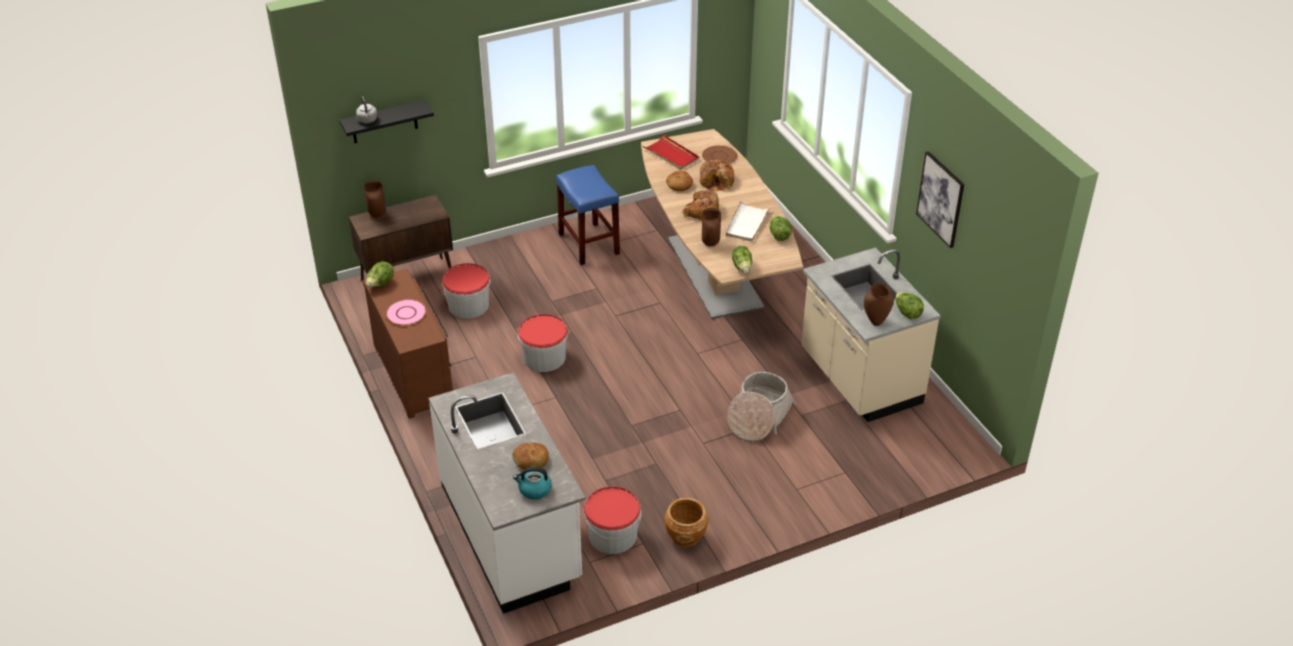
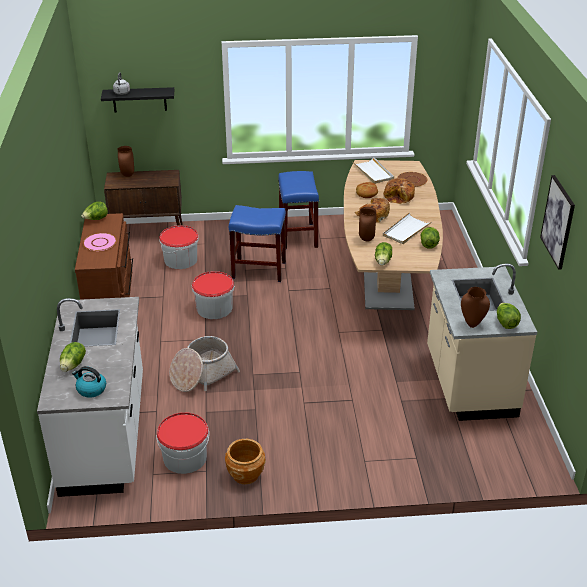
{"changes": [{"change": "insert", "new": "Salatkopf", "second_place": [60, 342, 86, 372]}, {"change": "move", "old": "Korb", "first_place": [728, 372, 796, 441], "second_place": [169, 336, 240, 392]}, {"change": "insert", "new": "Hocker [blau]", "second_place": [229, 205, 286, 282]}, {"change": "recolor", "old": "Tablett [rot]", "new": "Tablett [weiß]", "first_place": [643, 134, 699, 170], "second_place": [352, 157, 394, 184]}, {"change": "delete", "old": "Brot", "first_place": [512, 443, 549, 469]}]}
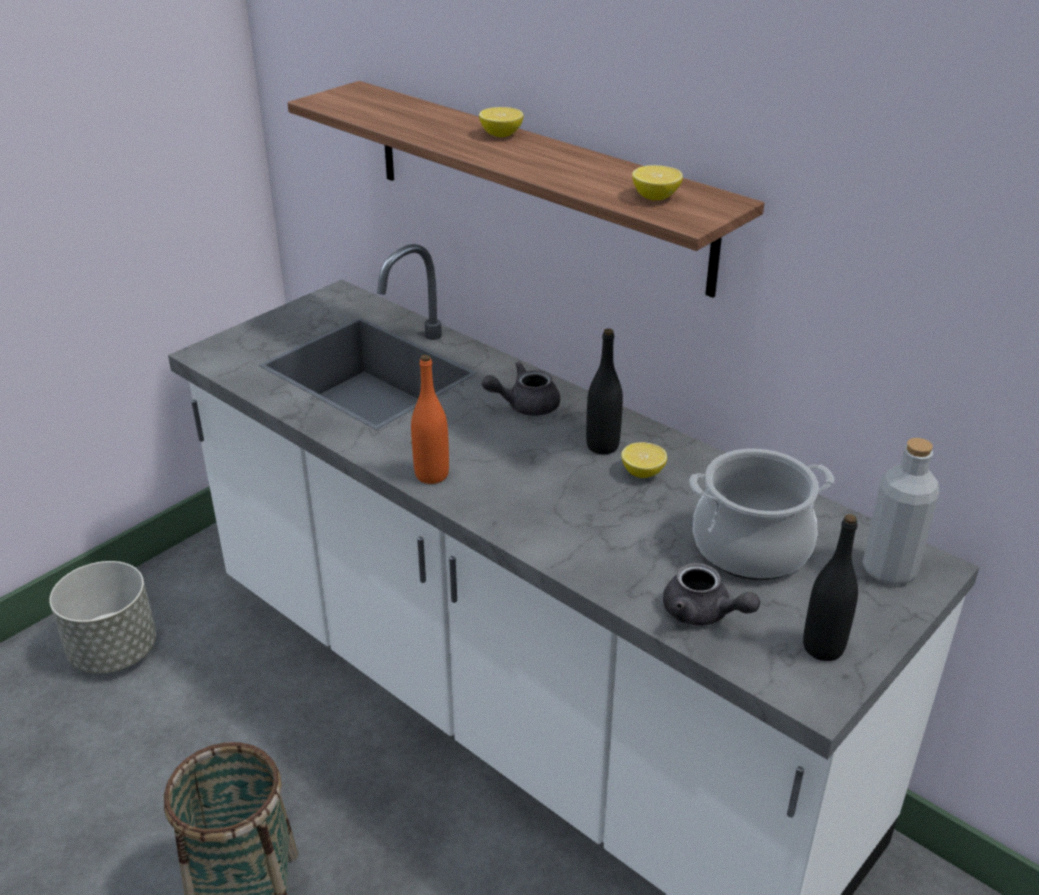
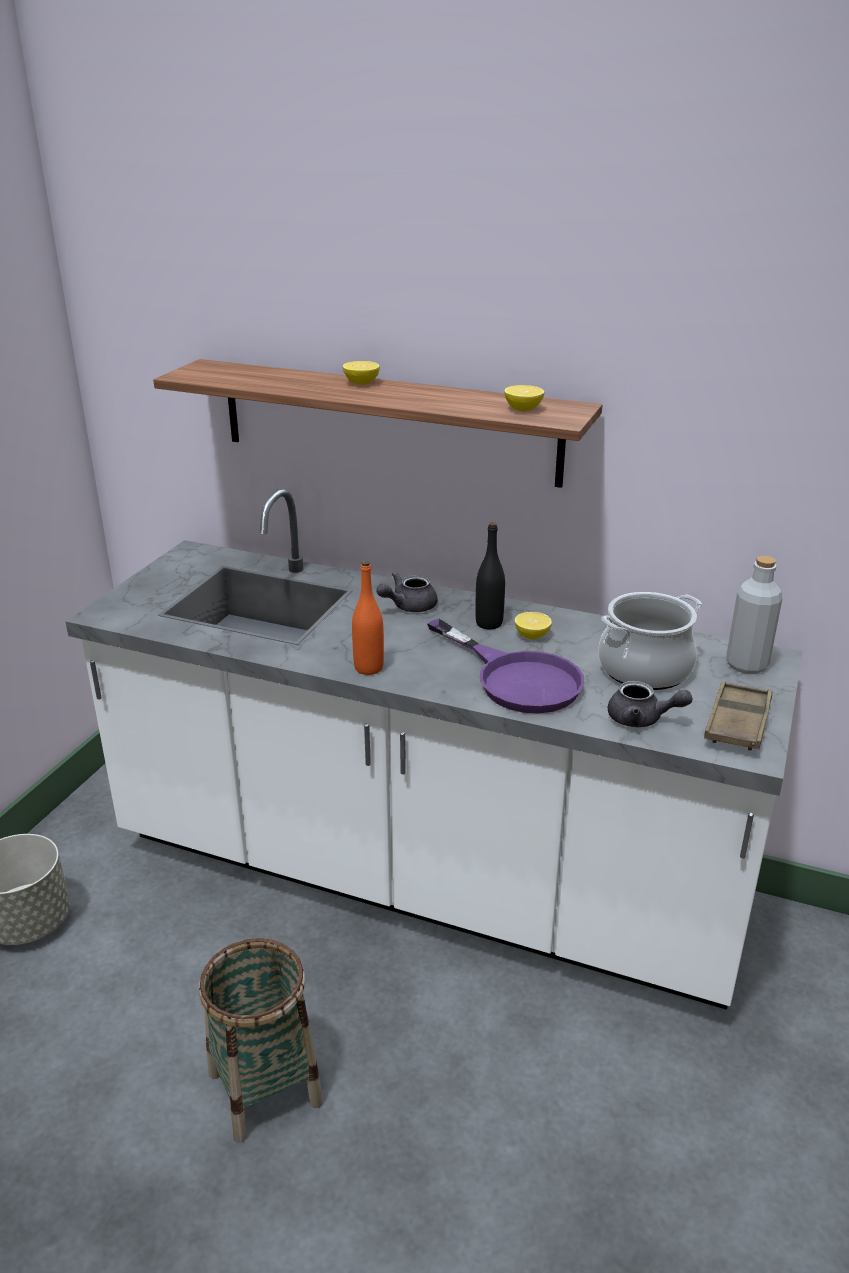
{"changes": [{"change": "insert", "new": "Pfanne [lila]", "second_place": [427, 619, 584, 714]}, {"change": "replace", "old": "Flasche [schwarz]", "new": "Tablett [braun]", "first_place": [803, 514, 858, 661], "second_place": [704, 681, 772, 751]}]}
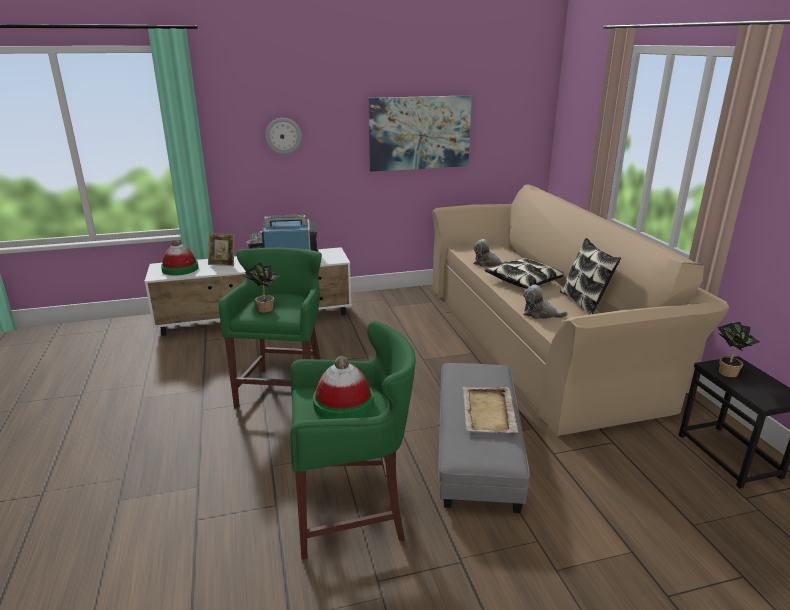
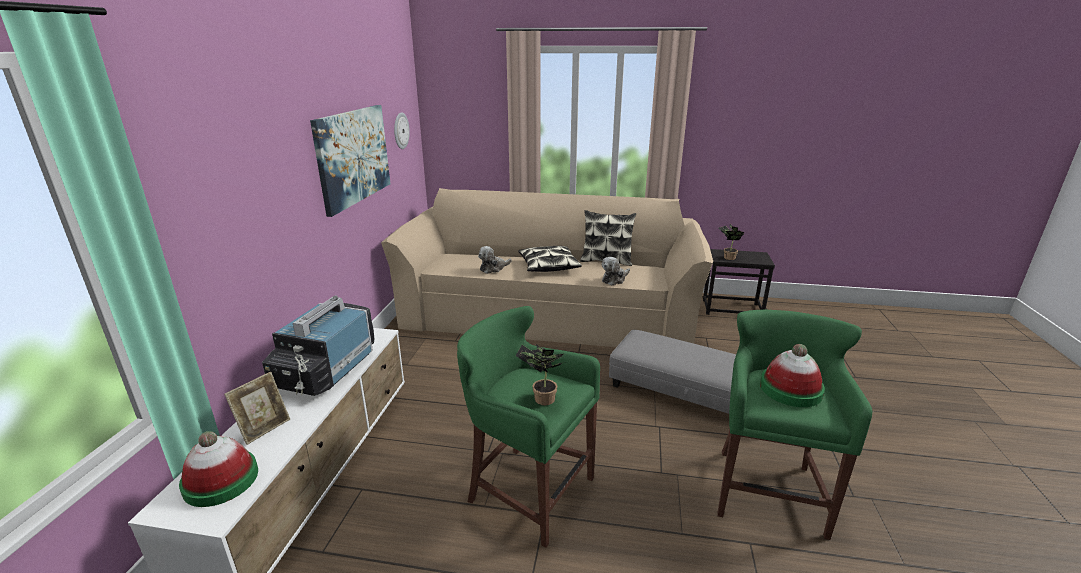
{"changes": [{"change": "move", "old": "Wanduhr", "first_place": [265, 118, 302, 155], "second_place": [394, 112, 410, 149]}, {"change": "delete", "old": "Tablett [beige]", "first_place": [462, 387, 518, 433]}]}
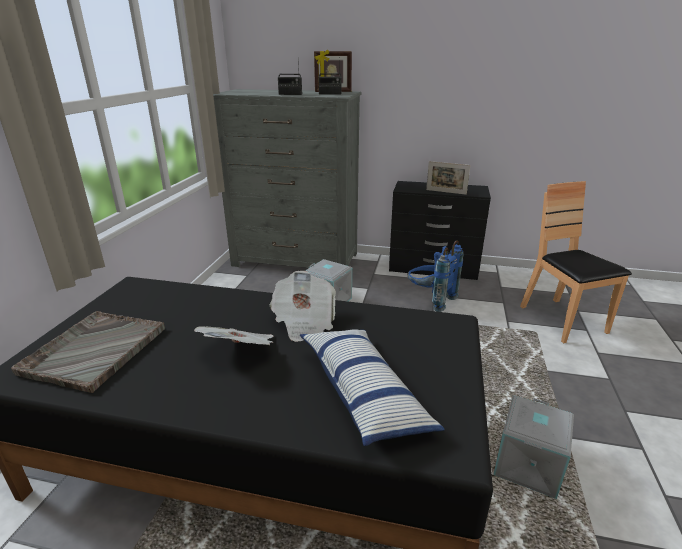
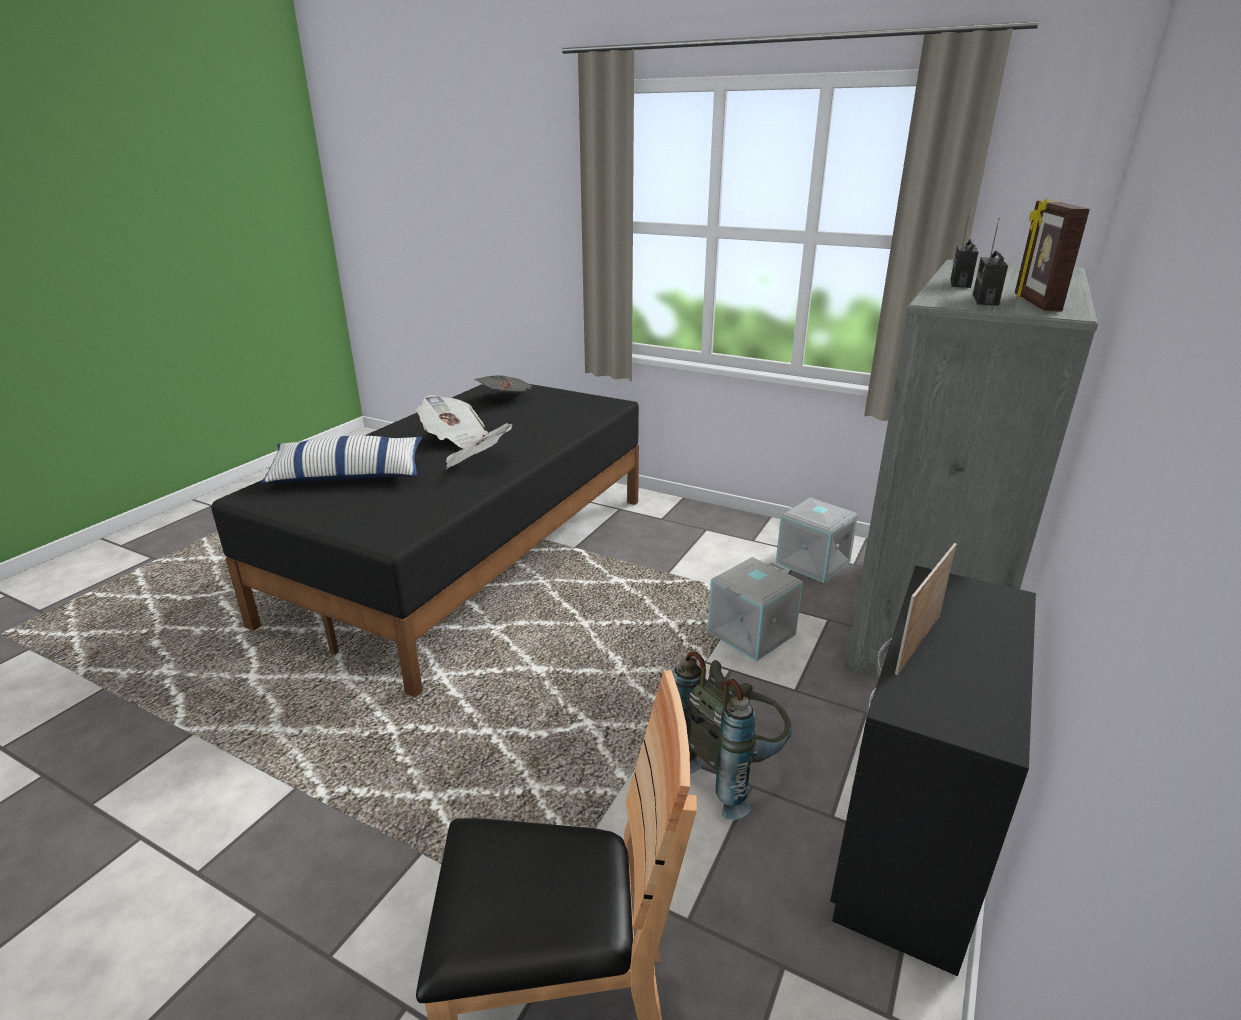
{"changes": [{"change": "replace", "old": "Tablett [grau]", "new": "Zeitung", "first_place": [11, 311, 165, 393], "second_place": [474, 375, 532, 391]}, {"change": "recolor", "old": "Rucksack [blau]", "new": "Rucksack [grau]", "first_place": [408, 240, 464, 312], "second_place": [672, 651, 792, 820]}, {"change": "move", "old": "Aufbewahrungsbox [grau]", "first_place": [493, 395, 574, 499], "second_place": [776, 498, 858, 583]}]}
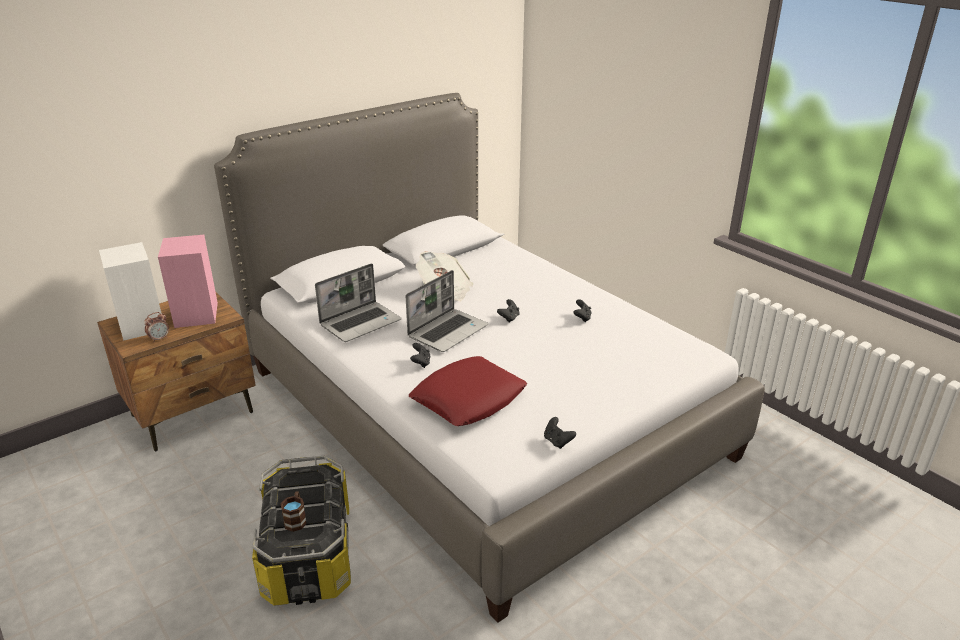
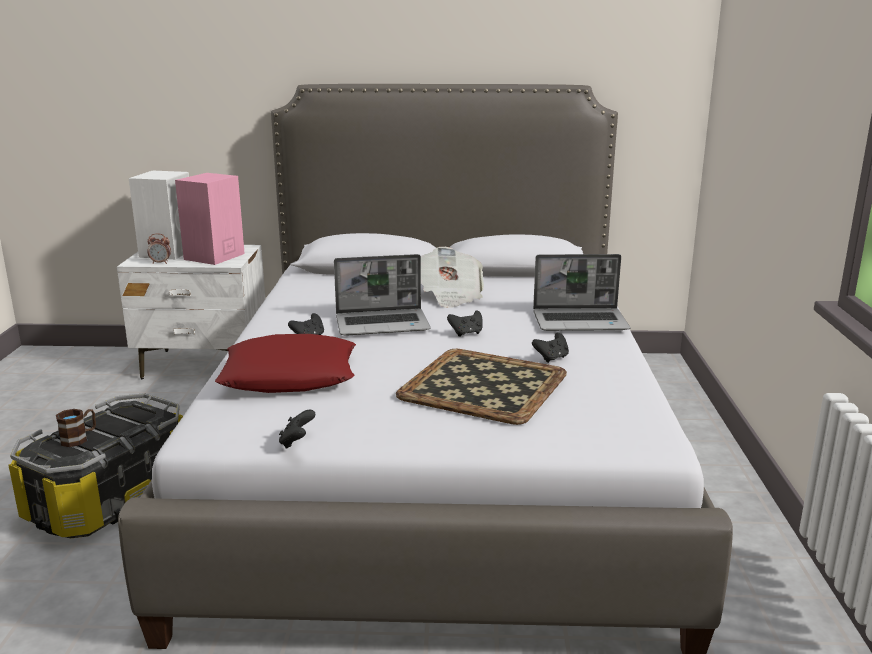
{"changes": [{"change": "recolor", "old": "Nachttisch [braun]", "new": "Nachttisch [weiß]", "first_place": [97, 291, 256, 452], "second_place": [117, 245, 265, 379]}, {"change": "insert", "new": "Tablett", "second_place": [396, 349, 567, 425]}, {"change": "move", "old": "Laptop", "first_place": [315, 263, 401, 342], "second_place": [533, 254, 630, 331]}]}
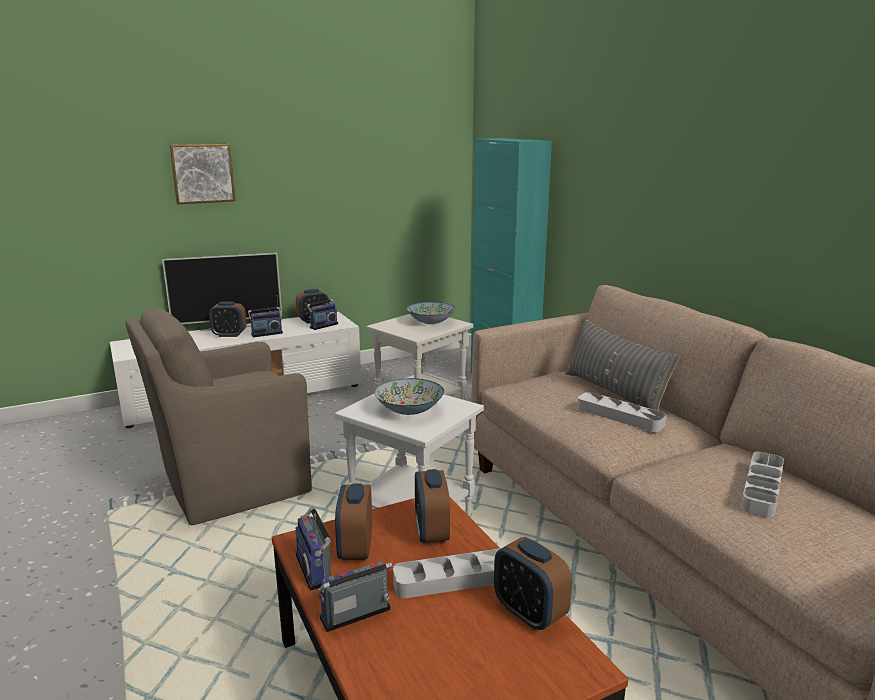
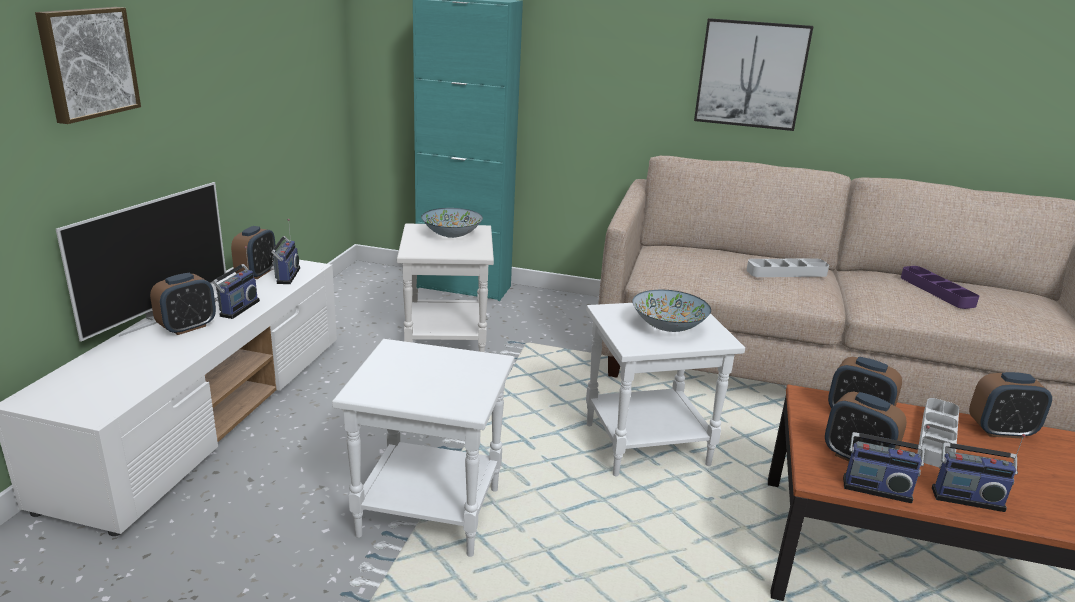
{"changes": [{"change": "replace", "old": "Sessel [braun]", "new": "Beistelltisch [weiß]", "first_place": [125, 308, 312, 525], "second_place": [332, 339, 515, 557]}, {"change": "insert", "new": "Bild", "second_place": [694, 18, 814, 131]}, {"change": "recolor", "old": "Tablett [grau]", "new": "Tablett [lila]", "first_place": [741, 452, 784, 518], "second_place": [901, 266, 979, 309]}, {"change": "rotate", "old": "Radio", "first_place": [318, 548, 392, 632], "second_place": [932, 434, 1026, 512], "degrees": -90}, {"change": "delete", "old": "Kissen [grau]", "first_place": [565, 319, 680, 411]}]}
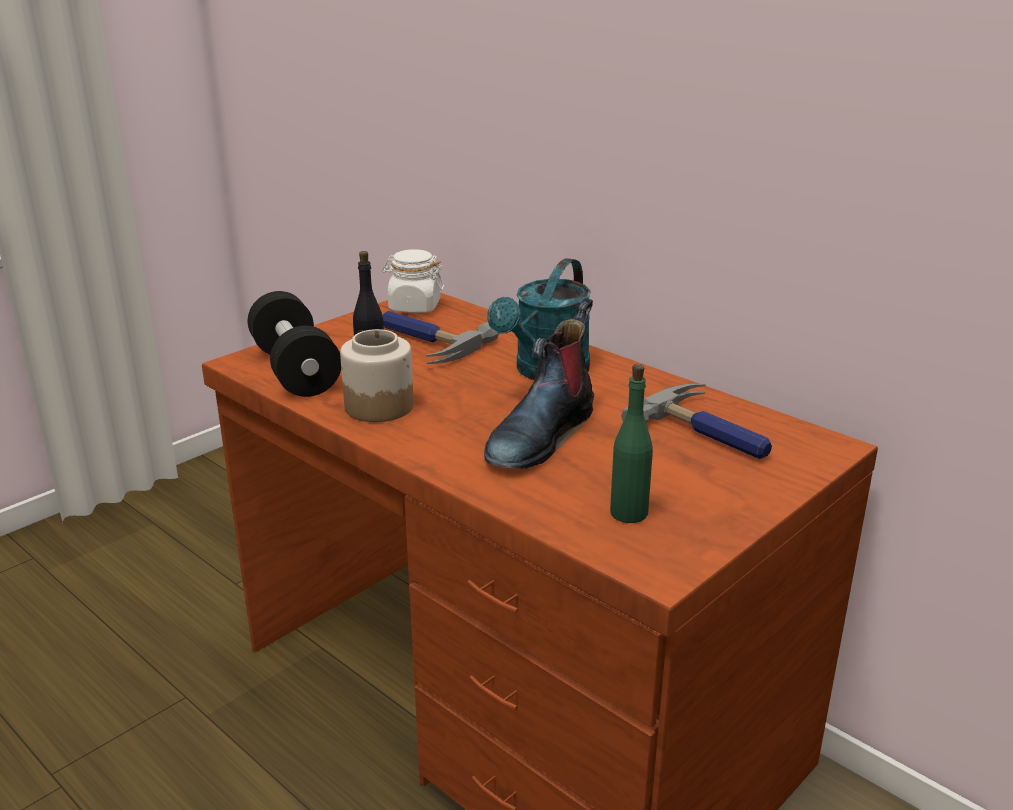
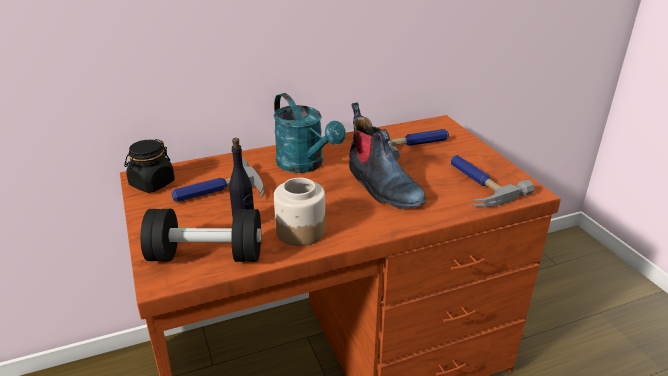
{"changes": [{"change": "recolor", "old": "Vorratsglas [weiß]", "new": "Vorratsglas [schwarz]", "first_place": [382, 249, 444, 313], "second_place": [124, 139, 175, 193]}, {"change": "replace", "old": "Flasche [grün]", "new": "Hammer", "first_place": [610, 364, 653, 523], "second_place": [451, 155, 534, 207]}]}
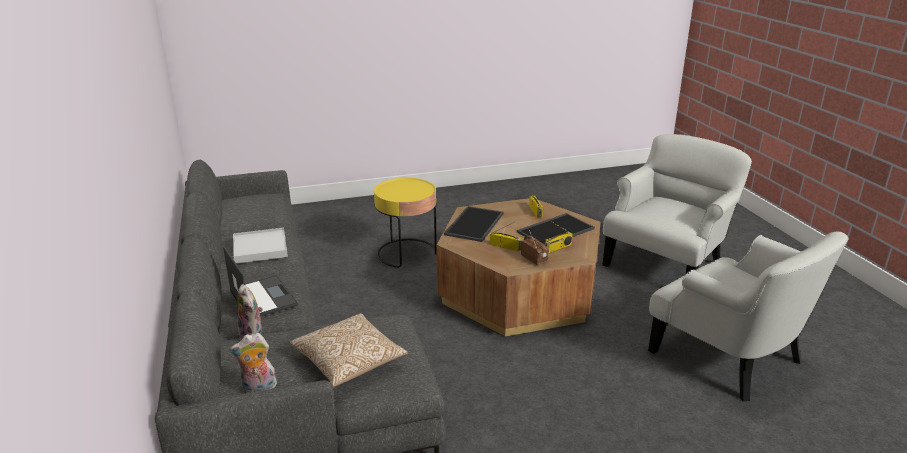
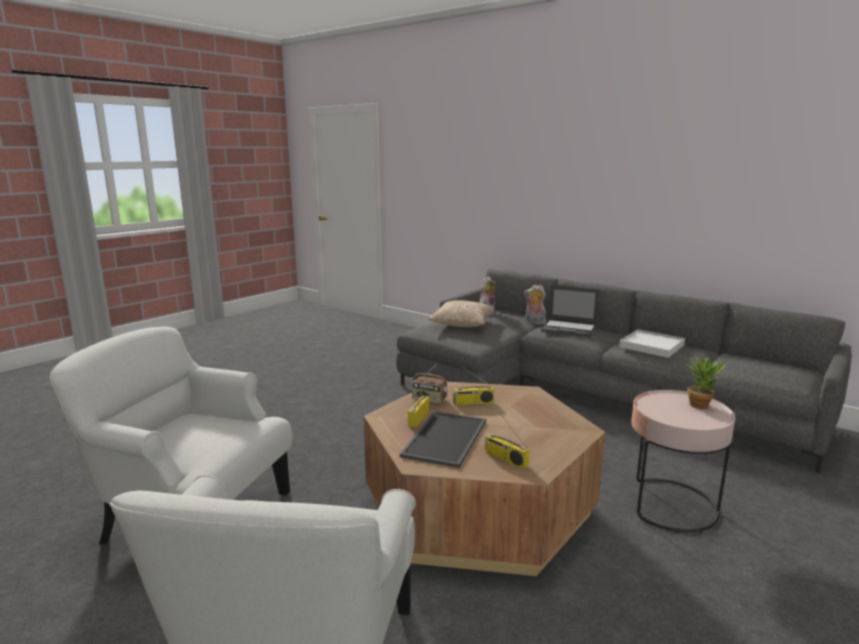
{"changes": [{"change": "recolor", "old": "Beistelltisch [gelb]", "new": "Beistelltisch [rosa]", "first_place": [374, 178, 437, 268], "second_place": [631, 390, 735, 532]}, {"change": "insert", "new": "Topfpflanze", "second_place": [685, 357, 726, 409]}, {"change": "delete", "old": "Tablett", "first_place": [444, 206, 504, 242]}]}
